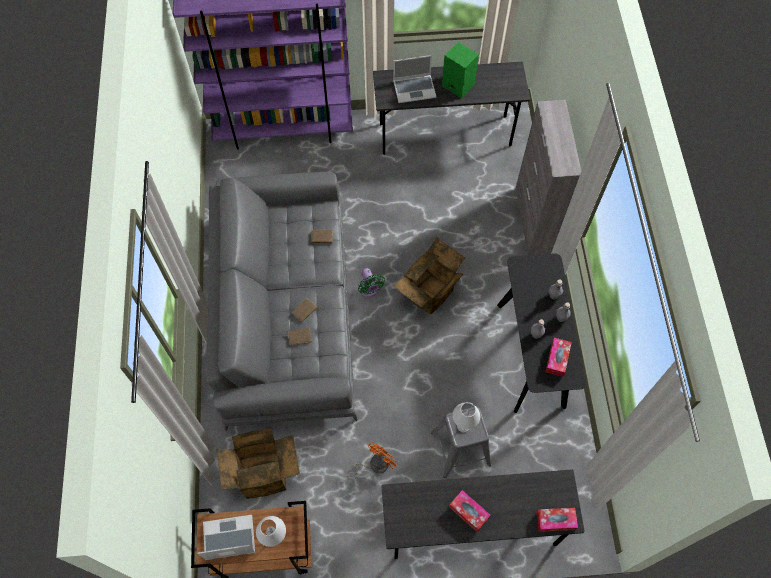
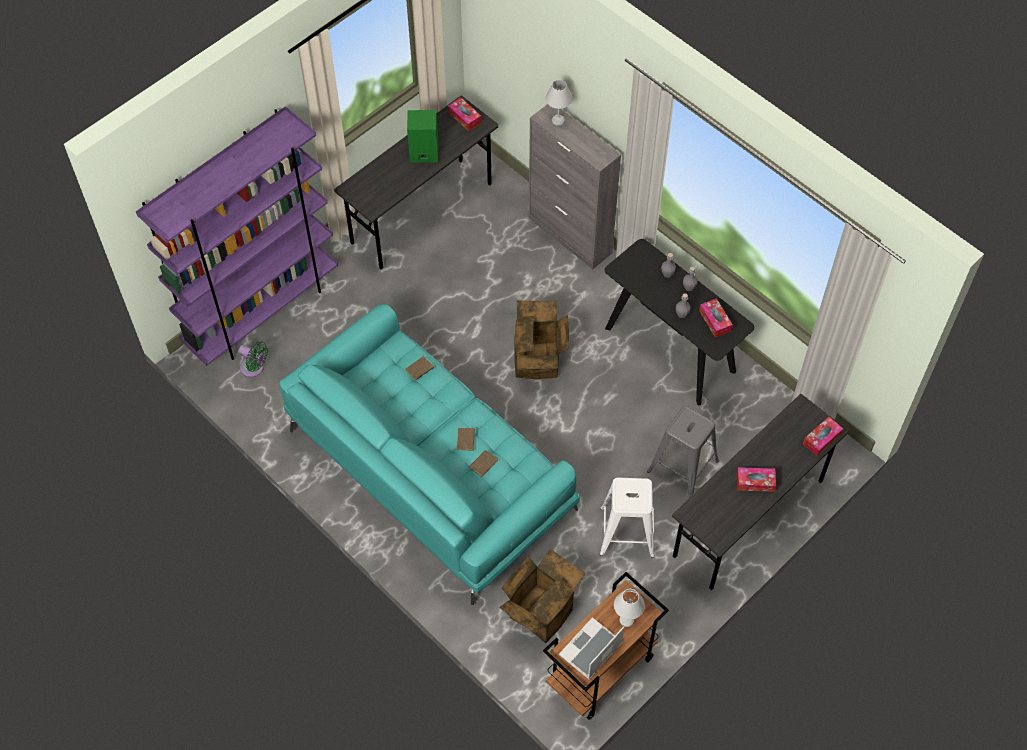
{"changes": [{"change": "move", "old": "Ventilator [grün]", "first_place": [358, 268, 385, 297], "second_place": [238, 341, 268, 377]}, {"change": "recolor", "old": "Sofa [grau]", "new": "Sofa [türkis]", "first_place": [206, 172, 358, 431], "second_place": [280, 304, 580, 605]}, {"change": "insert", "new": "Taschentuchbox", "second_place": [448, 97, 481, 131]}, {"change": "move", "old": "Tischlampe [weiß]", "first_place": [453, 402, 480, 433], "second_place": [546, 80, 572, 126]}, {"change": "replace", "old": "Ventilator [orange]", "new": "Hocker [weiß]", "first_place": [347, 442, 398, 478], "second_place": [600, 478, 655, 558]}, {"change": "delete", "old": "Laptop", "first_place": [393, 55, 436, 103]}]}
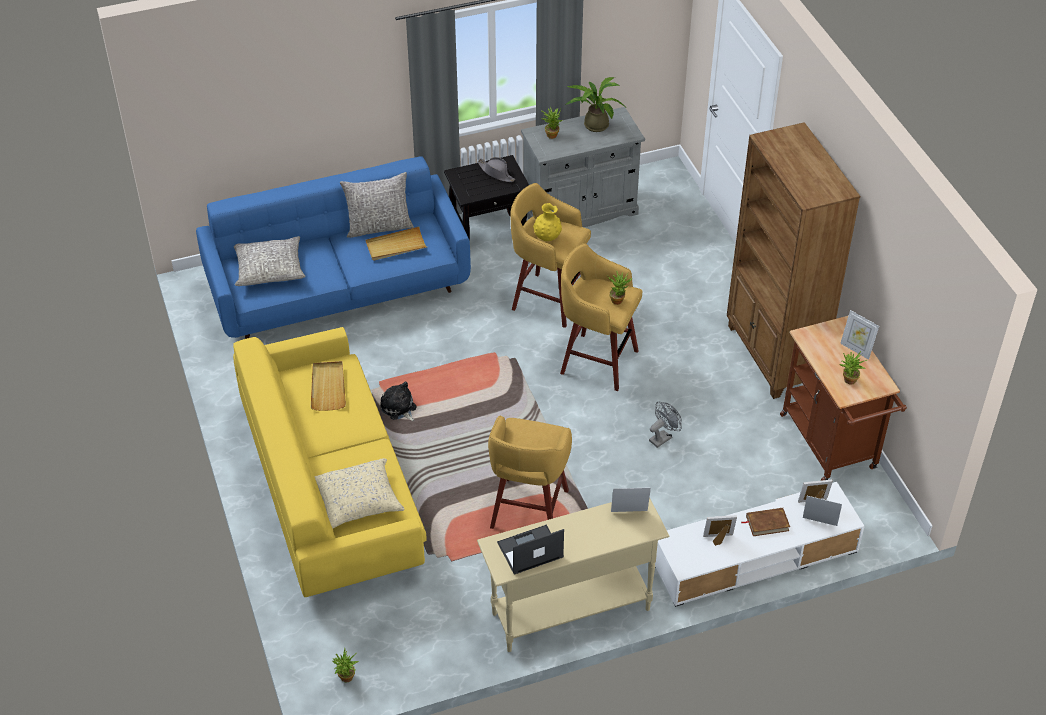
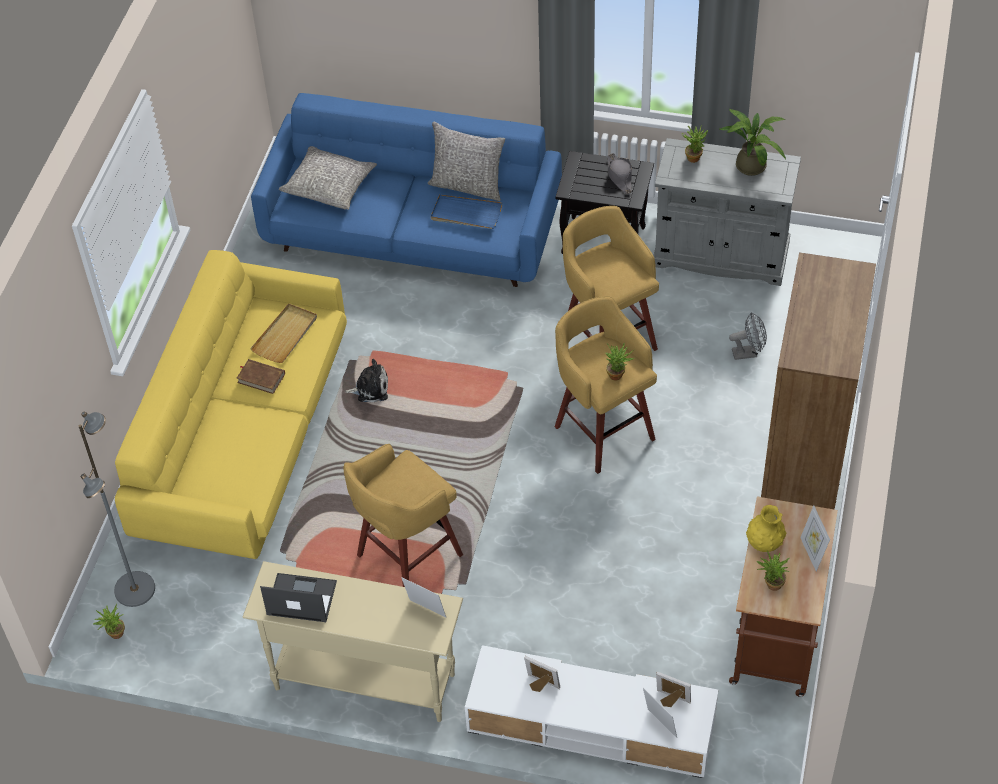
{"changes": [{"change": "insert", "new": "Stehlampe [grau]", "second_place": [78, 411, 155, 607]}, {"change": "move", "old": "Buch [braun]", "first_place": [742, 508, 790, 536], "second_place": [237, 359, 285, 394]}, {"change": "rotate", "old": "Plüschtier", "first_place": [380, 382, 416, 421], "second_place": [344, 359, 388, 402], "degrees": 90}, {"change": "recolor", "old": "Tablett [beige]", "new": "Tablett [blau]", "first_place": [366, 227, 427, 261], "second_place": [431, 194, 502, 229]}, {"change": "move", "old": "Ventilator [grau]", "first_place": [649, 402, 682, 448], "second_place": [729, 312, 767, 360]}, {"change": "move", "old": "Vase [gelb]", "first_place": [533, 203, 562, 241], "second_place": [746, 505, 786, 552]}, {"change": "delete", "old": "Kissen [beige]", "first_place": [314, 458, 405, 529]}]}
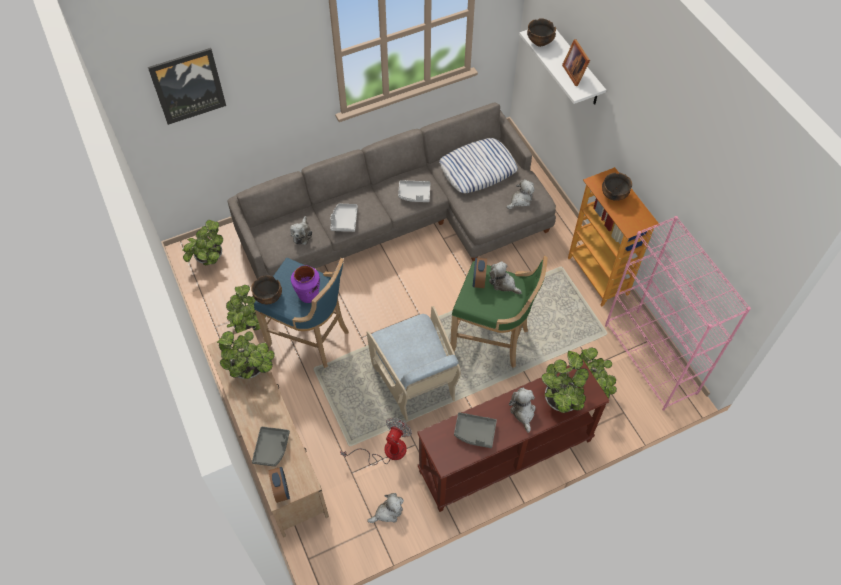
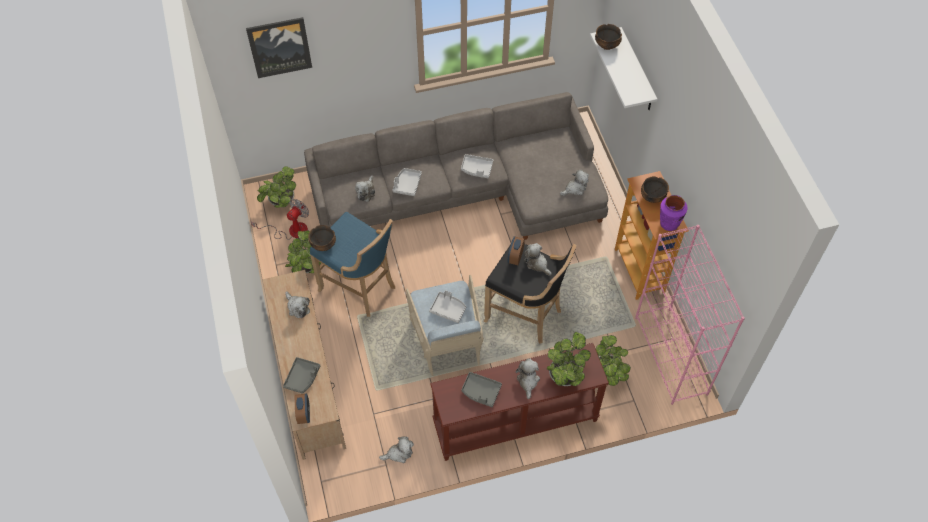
{"changes": [{"change": "move", "old": "Ventilator", "first_place": [340, 418, 412, 465], "second_place": [251, 199, 309, 240]}, {"change": "replace", "old": "Topfpflanze", "new": "Plüschtier", "first_place": [217, 331, 275, 379], "second_place": [285, 291, 310, 318]}, {"change": "insert", "new": "Tablett [grau]", "second_place": [429, 290, 466, 323]}, {"change": "recolor", "old": "Hocker [grün]", "new": "Hocker [schwarz]", "first_place": [450, 256, 548, 368], "second_place": [483, 243, 576, 344]}, {"change": "move", "old": "Vase [lila]", "first_place": [291, 265, 320, 303], "second_place": [660, 195, 688, 231]}, {"change": "delete", "old": "Kissen", "first_place": [439, 138, 518, 193]}, {"change": "delete", "old": "Bilderrahmen", "first_place": [562, 39, 590, 86]}]}
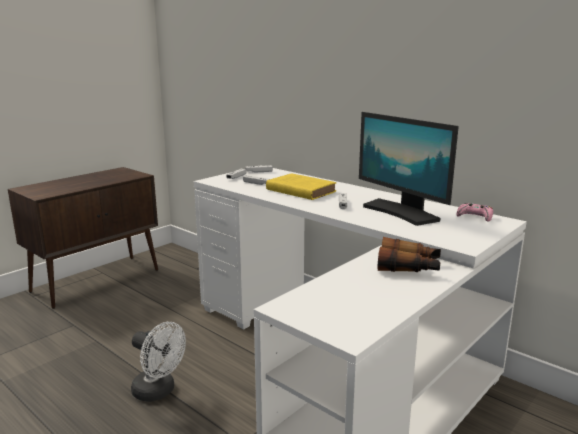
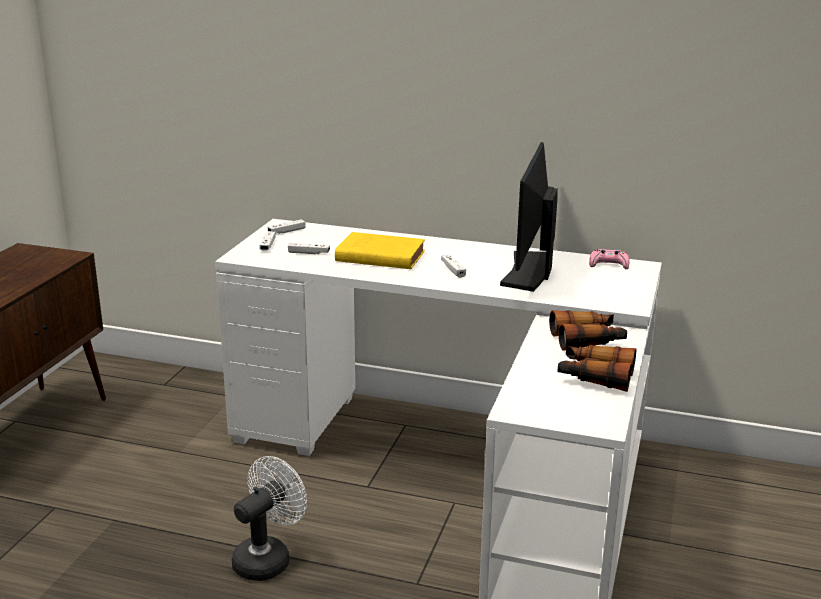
{"changes": [{"change": "rotate", "old": "Ventilator [weiß]", "first_place": [131, 322, 186, 402], "second_place": [231, 456, 307, 581], "degrees": -60}, {"change": "rotate", "old": "Monitor", "first_place": [359, 112, 459, 226], "second_place": [500, 142, 558, 292], "degrees": 75}, {"change": "insert", "new": "Fernglas", "second_place": [557, 345, 636, 392]}]}
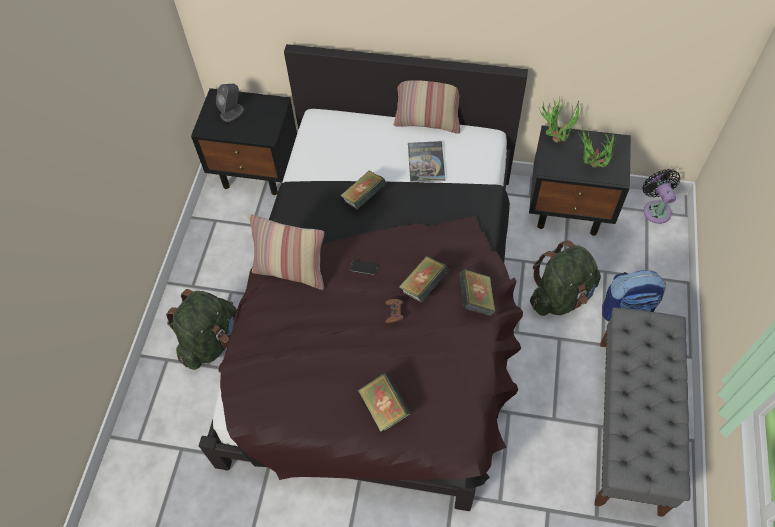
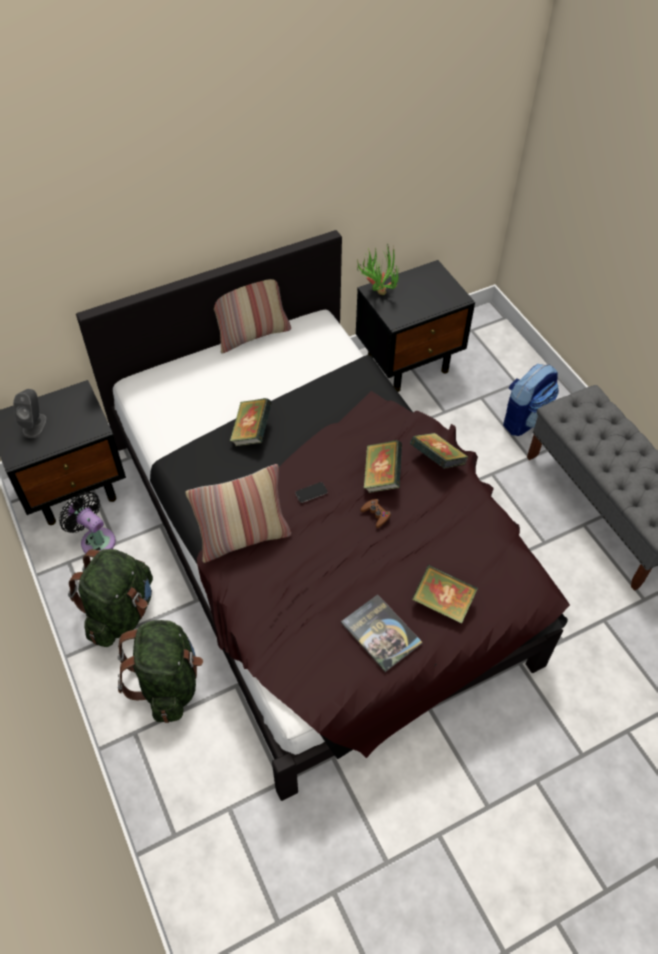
{"changes": [{"change": "move", "old": "Ventilator [schwarz]", "first_place": [642, 169, 680, 224], "second_place": [59, 491, 116, 554]}, {"change": "move", "old": "Rucksack [grün]", "first_place": [530, 240, 601, 316], "second_place": [68, 549, 153, 647]}, {"change": "move", "old": "Buch", "first_place": [408, 141, 445, 183], "second_place": [341, 594, 422, 672]}, {"change": "delete", "old": "Topfpflanze", "first_place": [578, 127, 616, 168]}]}
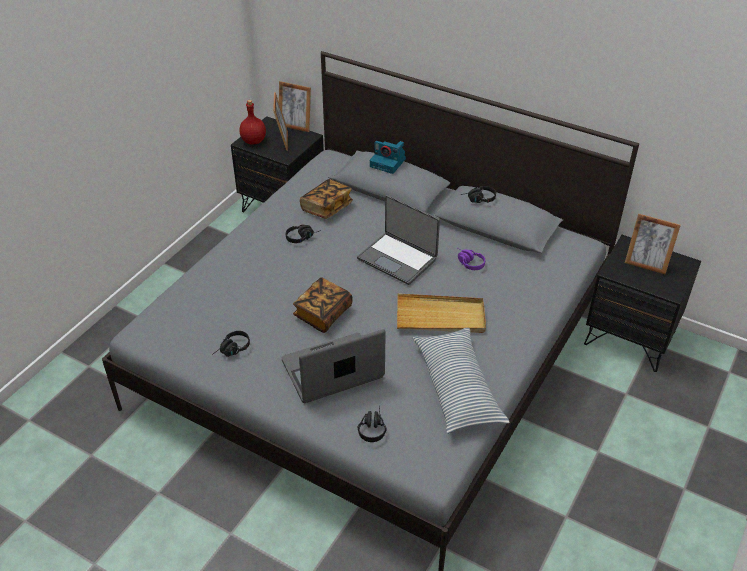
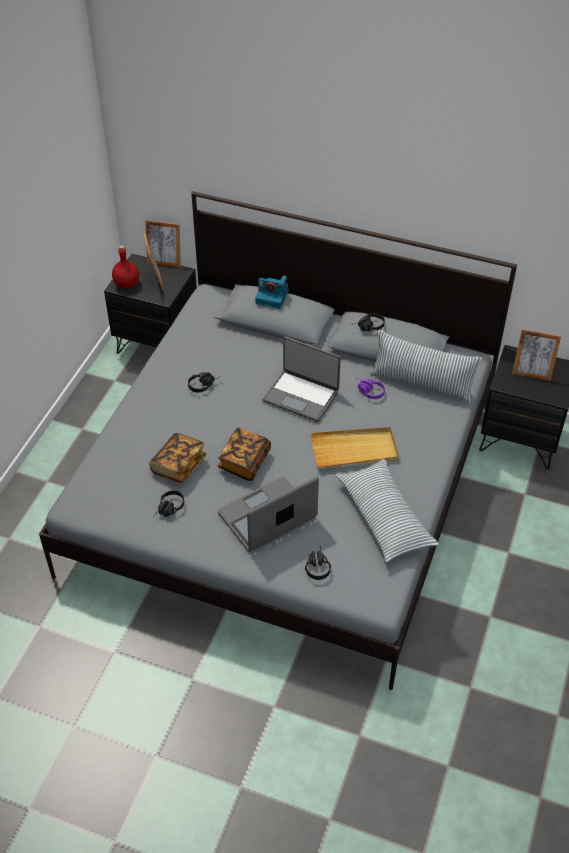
{"changes": [{"change": "move", "old": "Buch", "first_place": [300, 179, 353, 219], "second_place": [149, 433, 206, 483]}, {"change": "insert", "new": "Kissen", "second_place": [370, 330, 482, 403]}]}
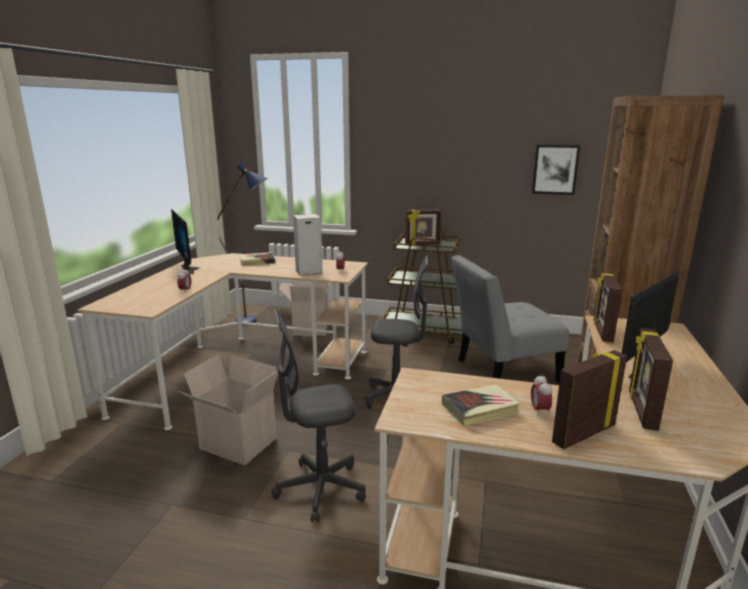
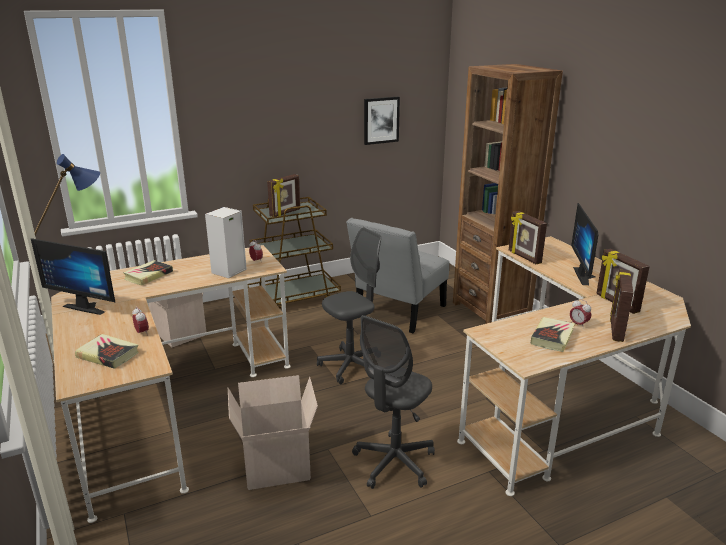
{"changes": [{"change": "insert", "new": "Buch", "second_place": [75, 334, 139, 369]}]}
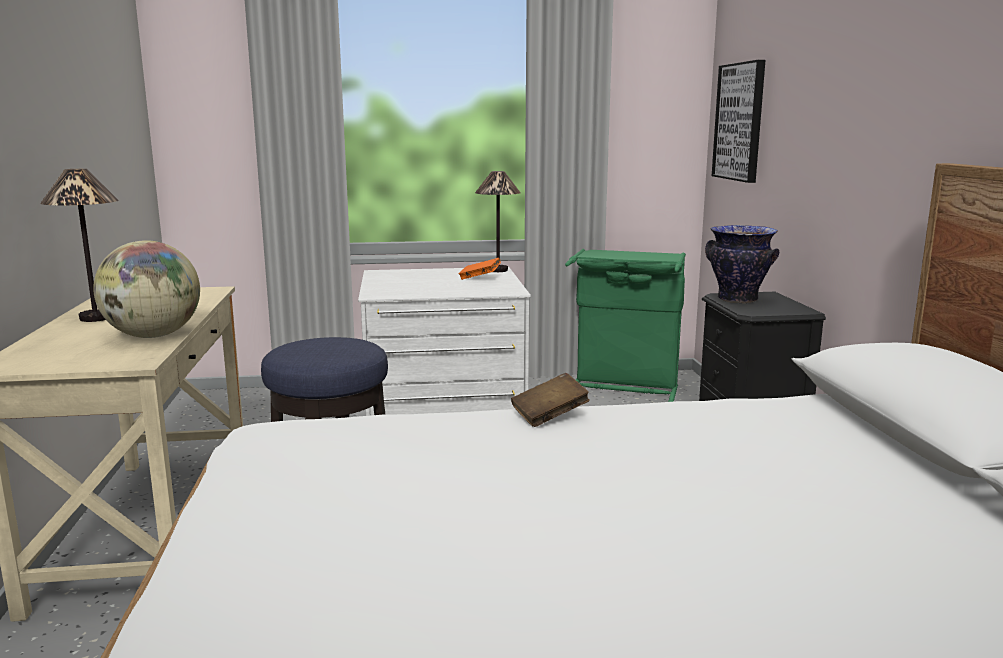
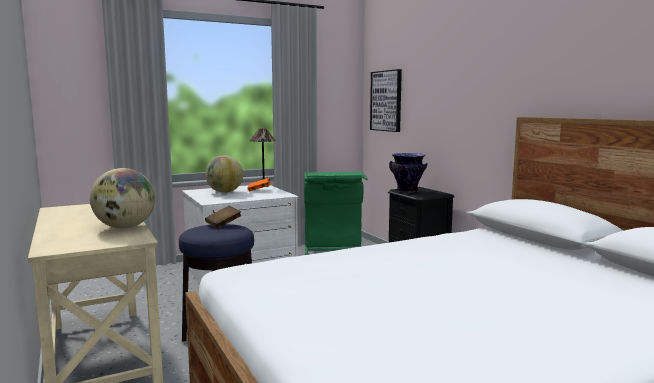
{"changes": [{"change": "insert", "new": "Globus", "second_place": [205, 156, 243, 193]}, {"change": "move", "old": "Buch [braun]", "first_place": [511, 373, 590, 427], "second_place": [205, 206, 241, 228]}, {"change": "delete", "old": "Tischlampe", "first_place": [40, 169, 119, 322]}]}
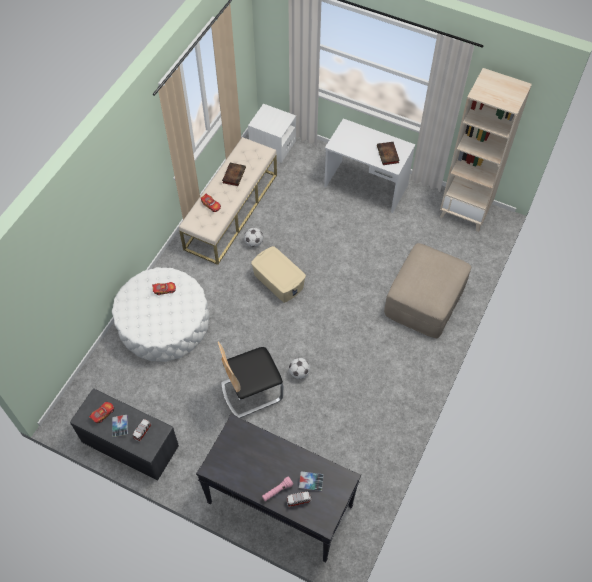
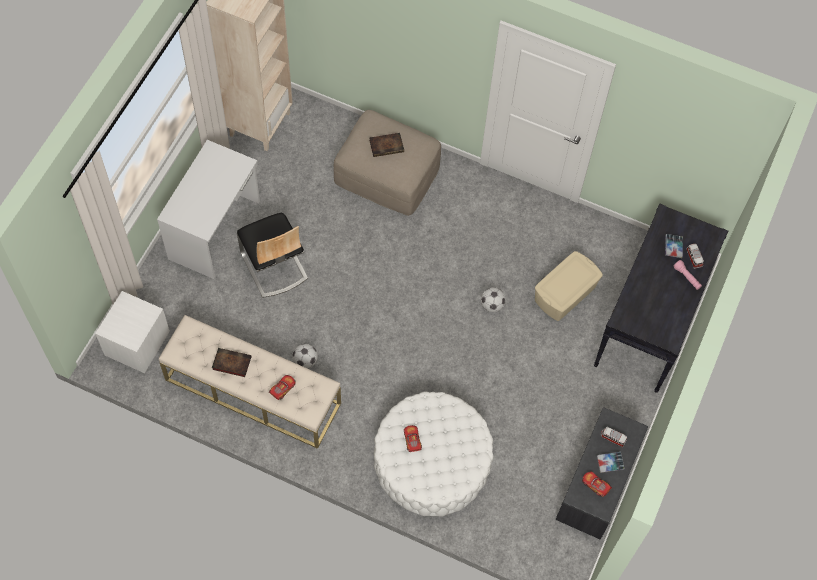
{"changes": [{"change": "move", "old": "Stuhl", "first_place": [218, 341, 283, 418], "second_place": [237, 213, 308, 298]}, {"change": "move", "old": "Buch", "first_place": [377, 142, 400, 165], "second_place": [369, 133, 404, 157]}, {"change": "move", "old": "Aufbewahrungsbox [beige]", "first_place": [251, 246, 306, 303], "second_place": [535, 251, 603, 321]}]}
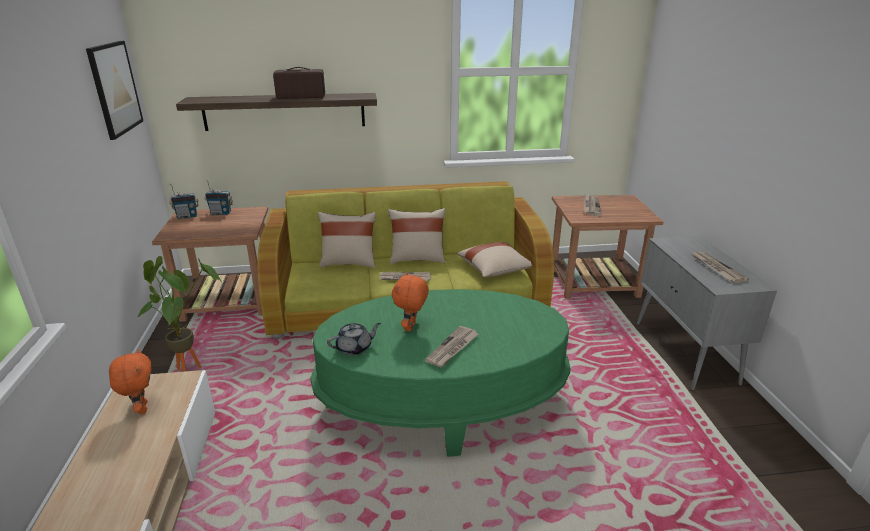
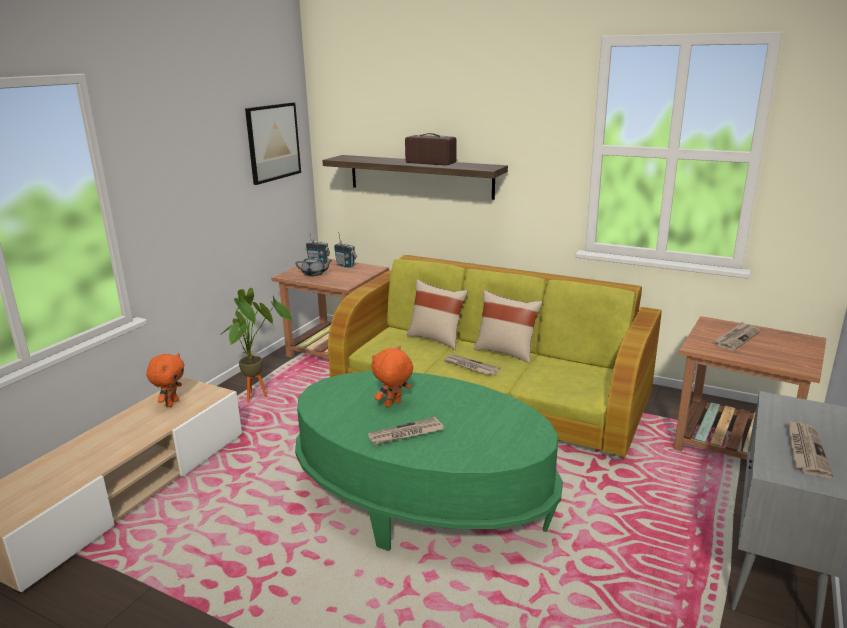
{"changes": [{"change": "move", "old": "Teekanne [grau]", "first_place": [327, 323, 381, 356], "second_place": [295, 256, 333, 276]}, {"change": "delete", "old": "Kissen [beige]", "first_place": [457, 242, 532, 277]}]}
